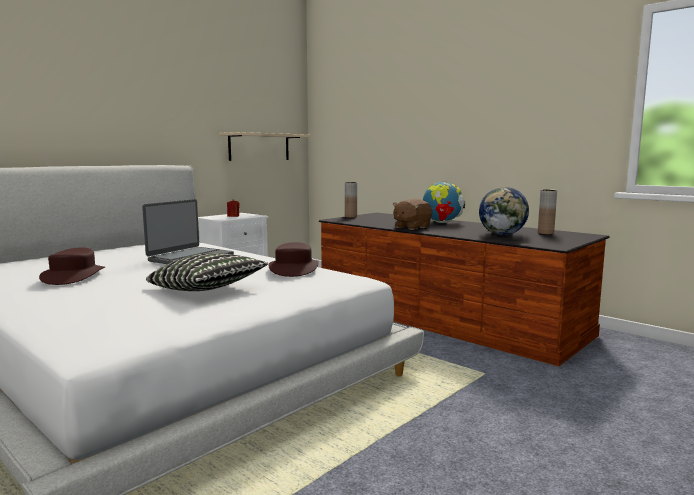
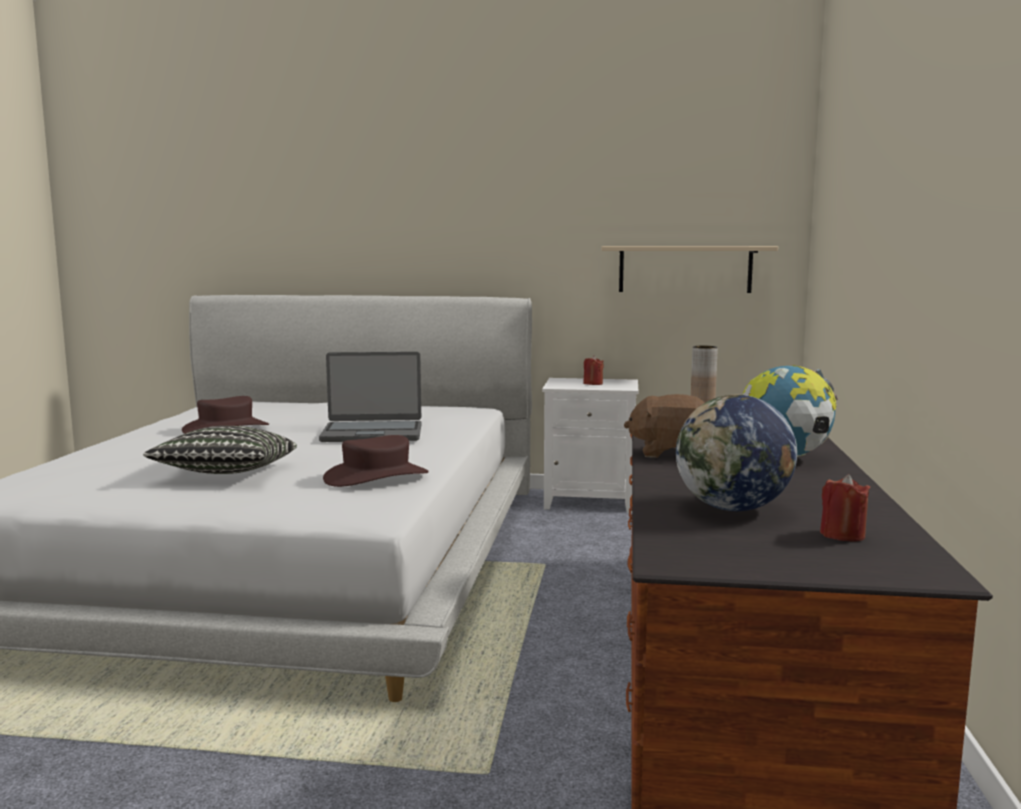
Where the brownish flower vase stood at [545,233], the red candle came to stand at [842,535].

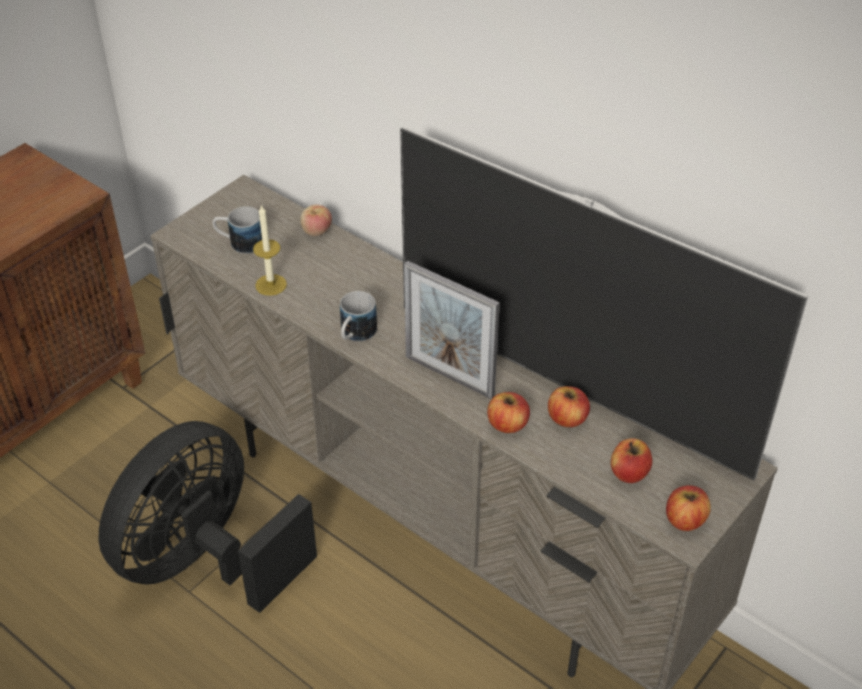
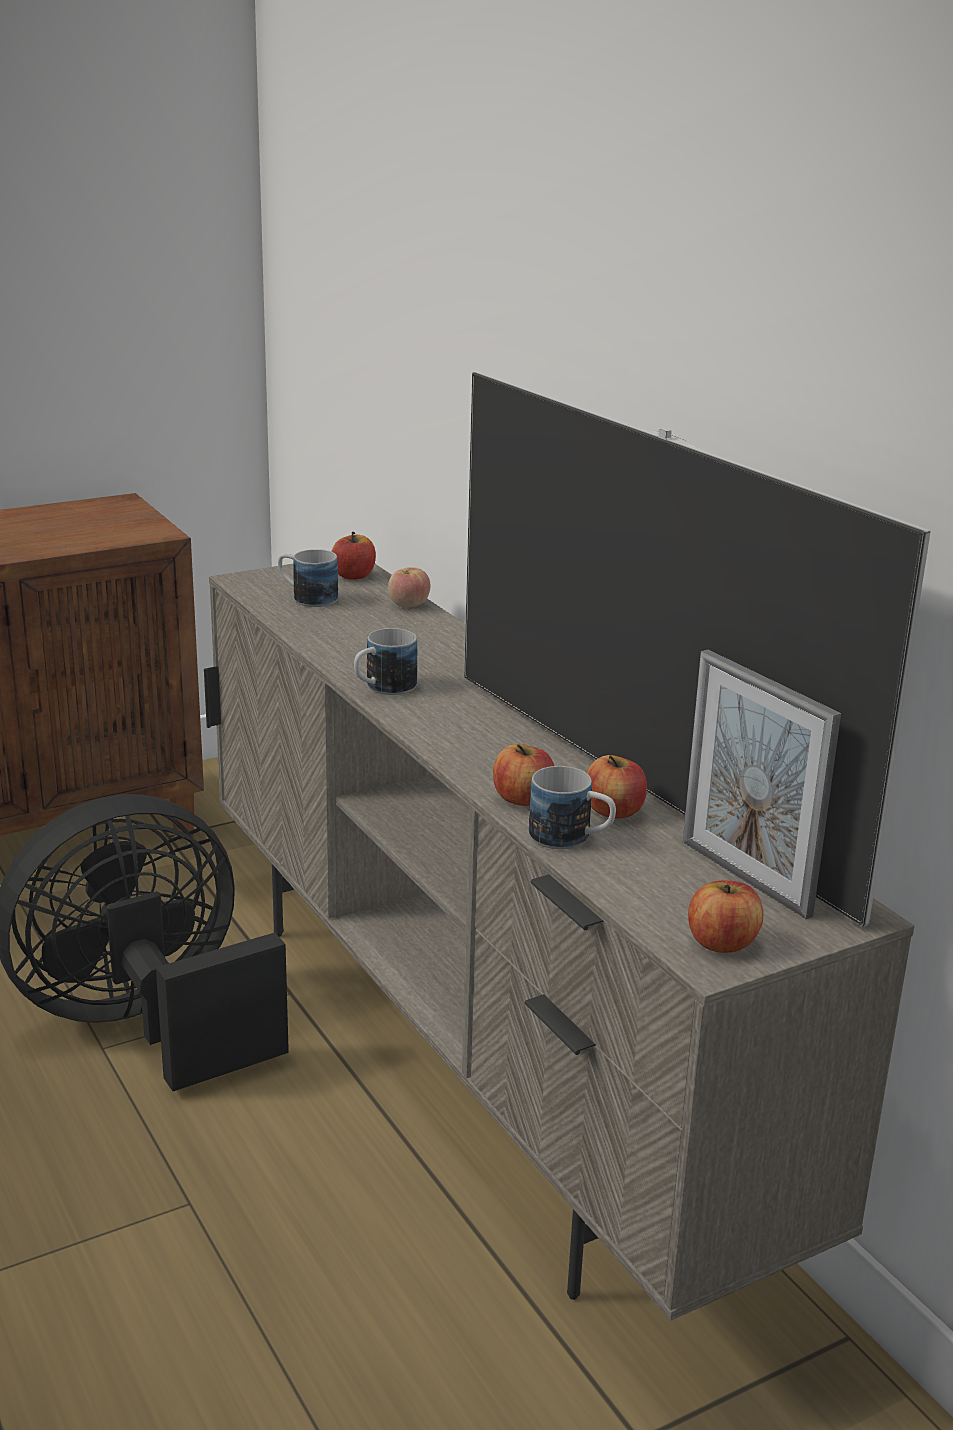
The second view lost the candle at [271,285].
The photo frame ended up elsewhere, having gone from [449,376] to [745,878].
The whole apple ended up elsewhere, having gone from [629,473] to [353,576].
The second view gained the tea mug at [571,839].

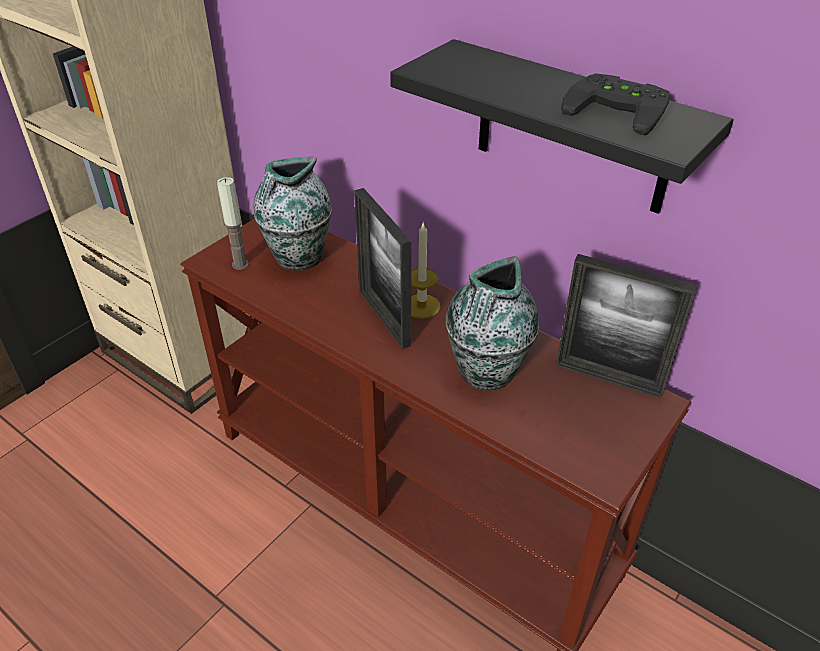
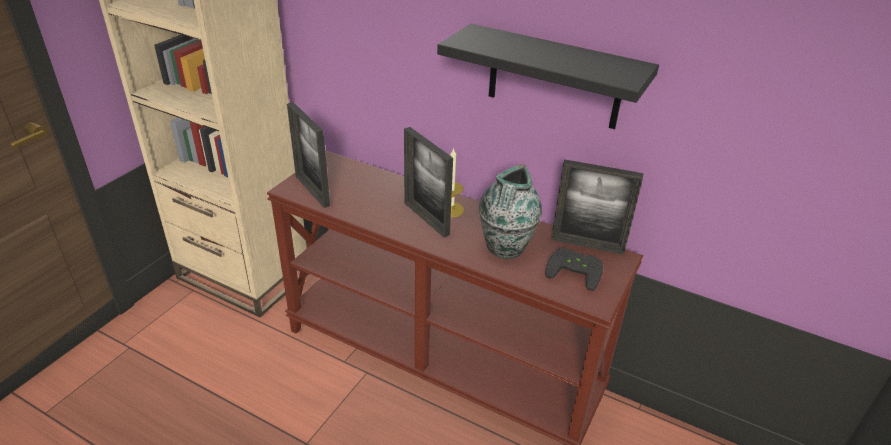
Where the candle stood at [240,264], the photo frame came to stand at [312,190].
The second view lost the flower vase at [298,258].
The blackish gamepad ended up elsewhere, having gone from [619,109] to [575,270].

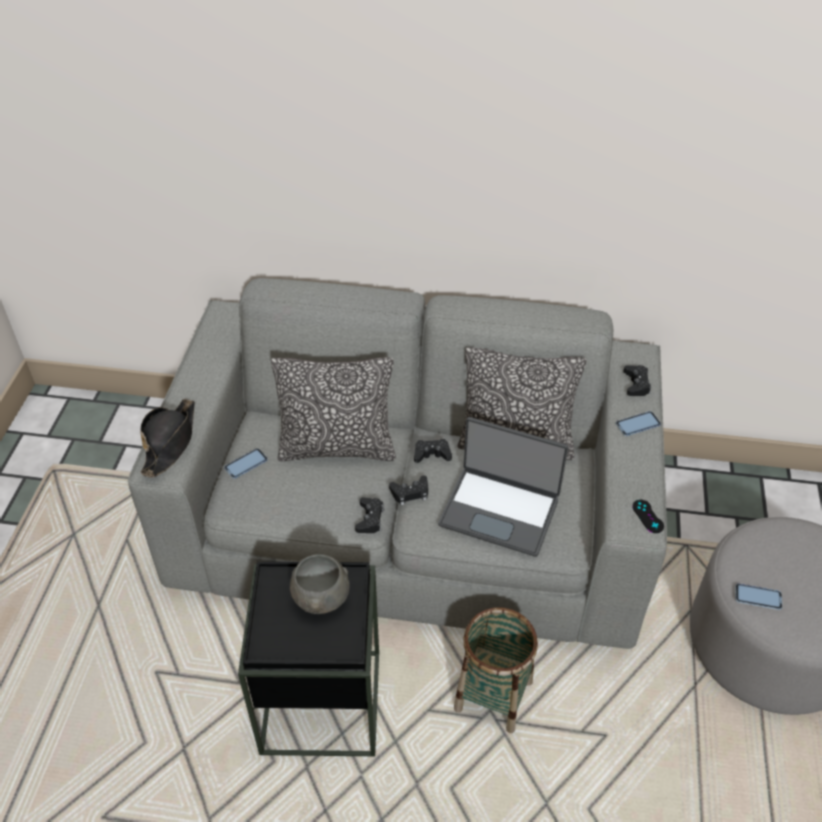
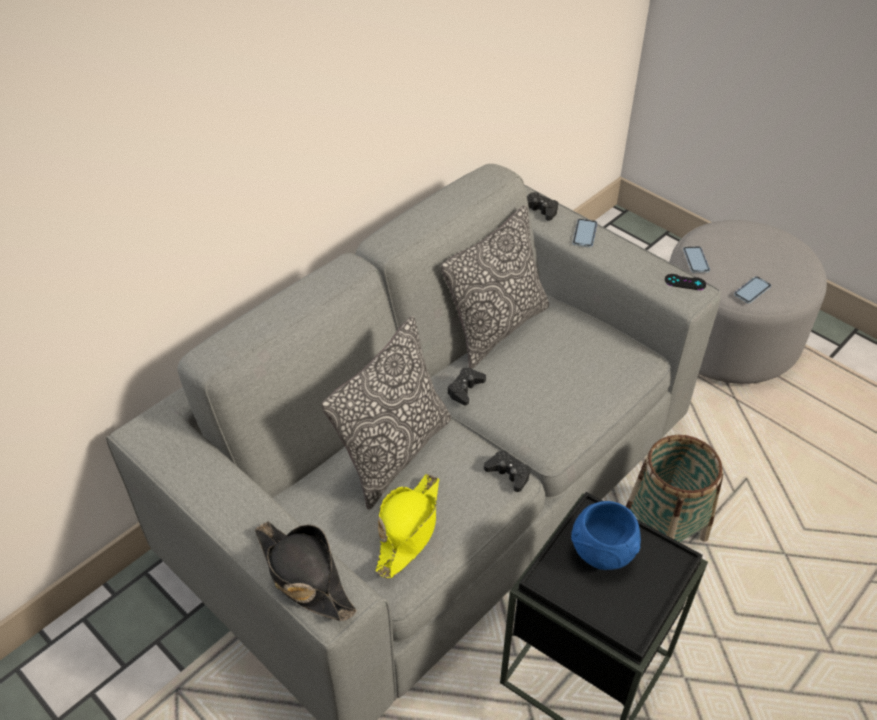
The handset ended up elsewhere, having gone from [246,464] to [695,260].
What was the gray deep dish at [321,600] turned into the bluish deep dish at [603,553].
The second view lost the blackish gamepad at [410,493].
The second view lost the notebook computer at [500,510].
The second view gained the yellowish clothing hat at [409,529].

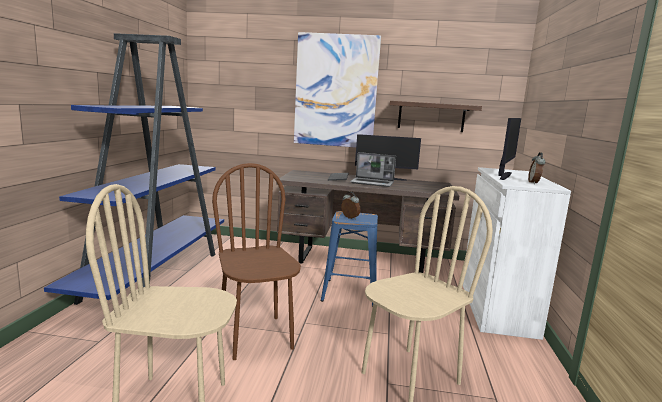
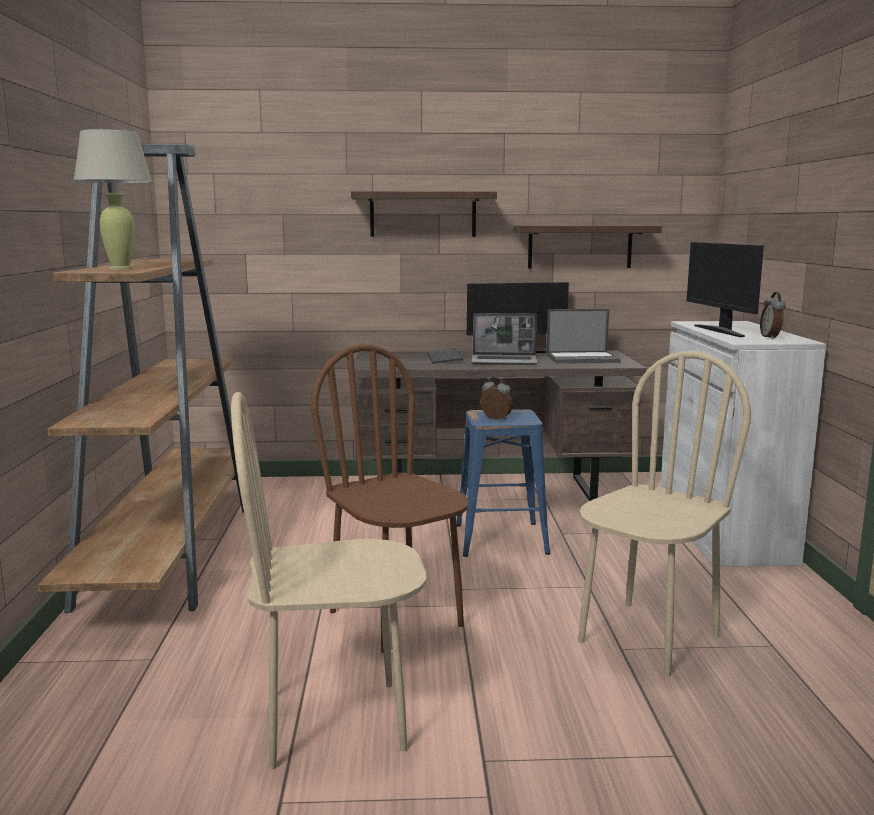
What was the bluish shelving unit at [156,274] turned into the brownish shelving unit at [171,552].
Where the picture hung at [336,91], the wall shelf came to hang at [423,215].
The computer screen at [503,176] ended up facing another way, 150 degrees clockwise from before.
The second view gained the beige-coloured lamp for a table at [121,268].
The second view gained the notebook computer at [583,358].

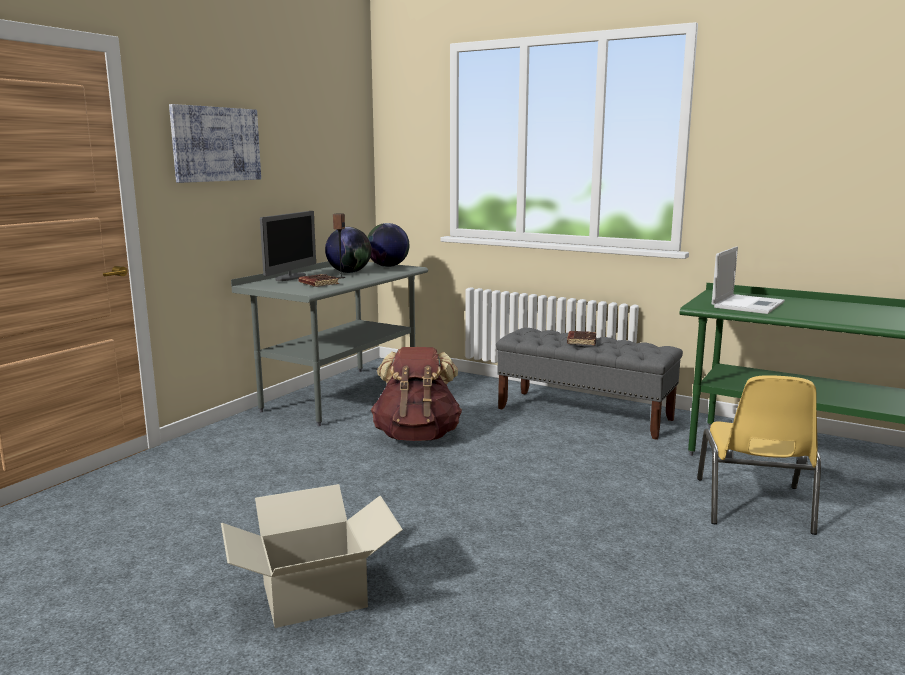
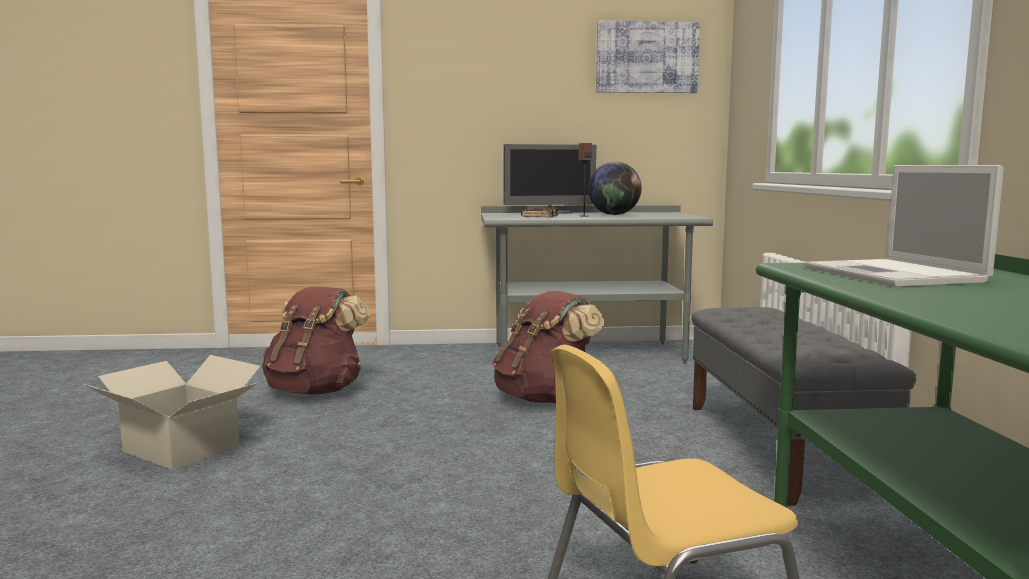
The picture ended up elsewhere, having gone from [216,144] to [647,57].
The second view lost the globe at [388,266].
The second view lost the brownish book at [580,341].
The notebook computer at [748,304] ended up facing another way, 75 degrees clockwise from before.
The second view gained the brownish backpack at [315,391].

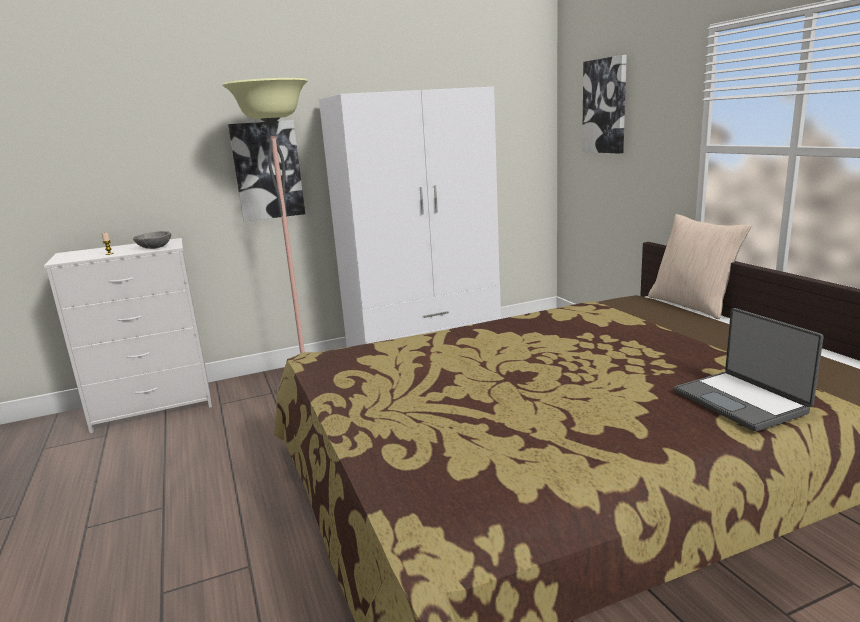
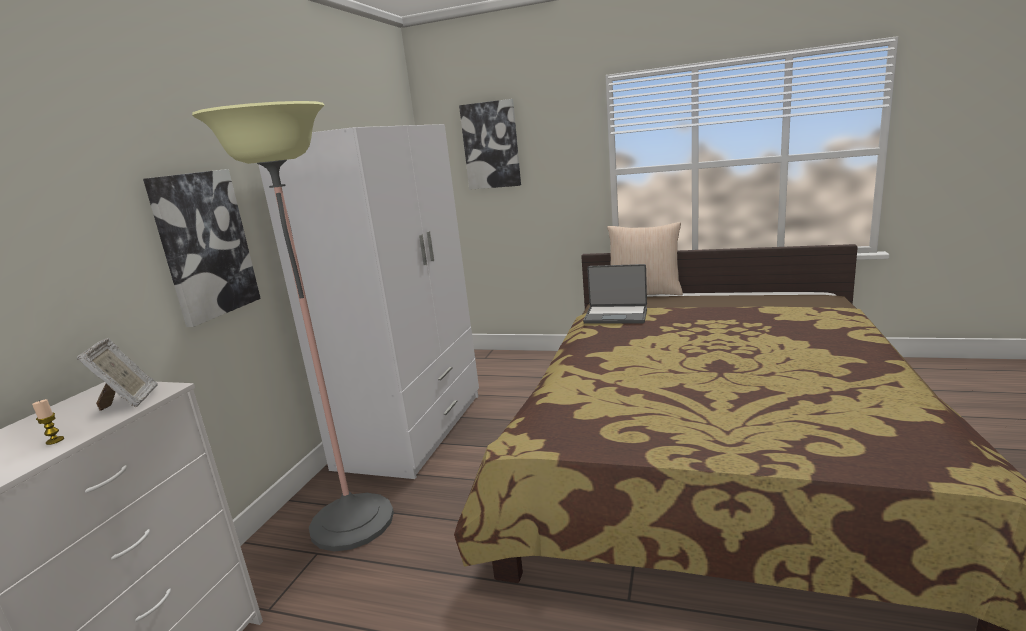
Where the gray deep dish stood at [155,247], the photo frame came to stand at [129,401].
The notebook computer ended up elsewhere, having gone from [741,401] to [616,315].

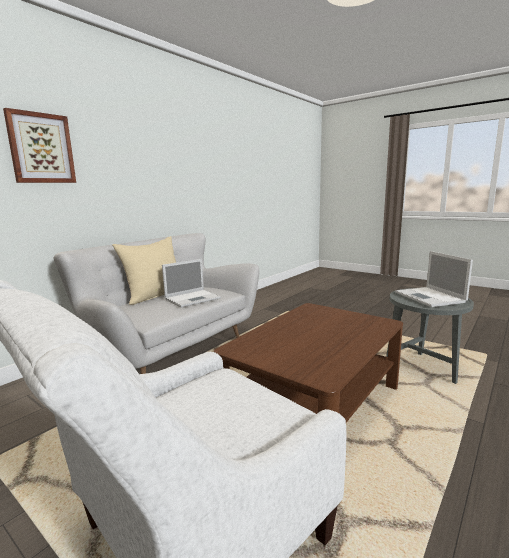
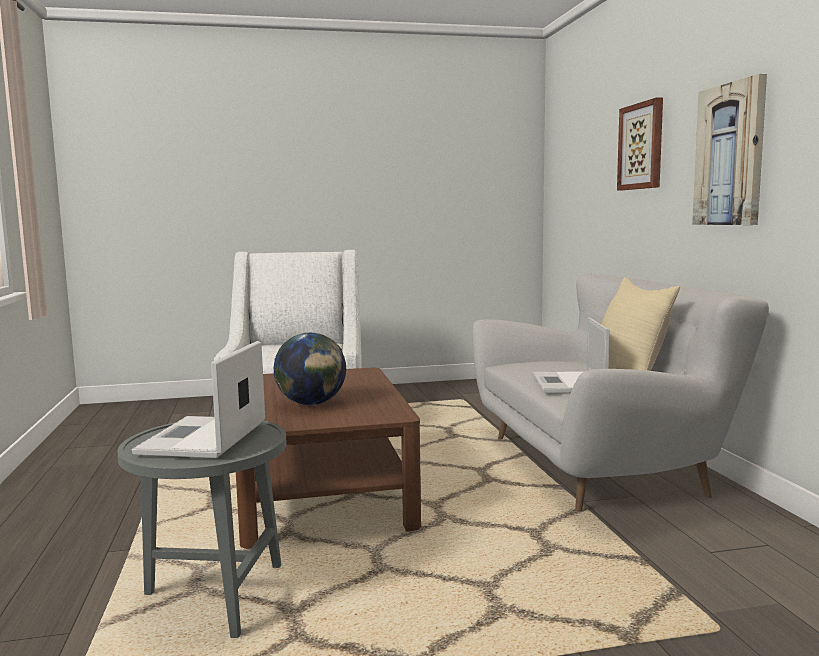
The notebook computer at [430,297] ended up facing another way, 105 degrees counterclockwise from before.
The second view gained the globe at [311,404].
The second view gained the picture at [730,155].

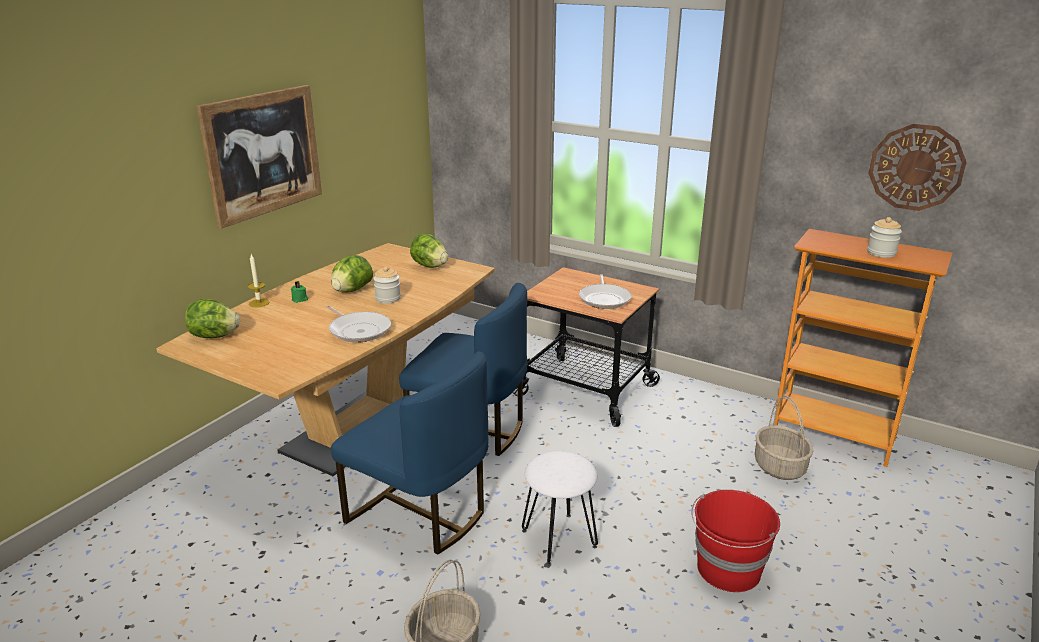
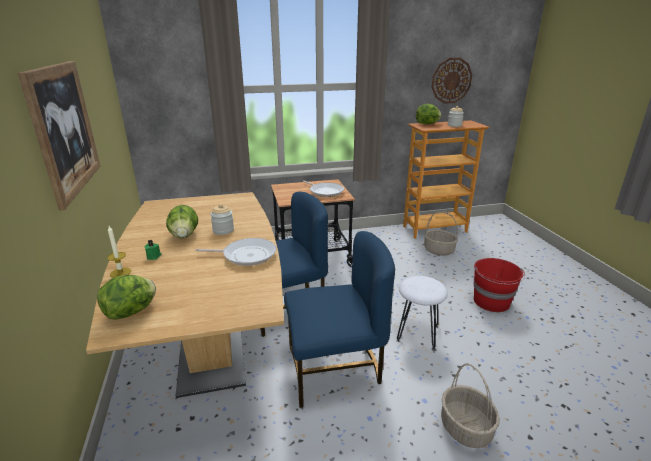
The lettuce head ended up elsewhere, having gone from [429,266] to [427,124].

